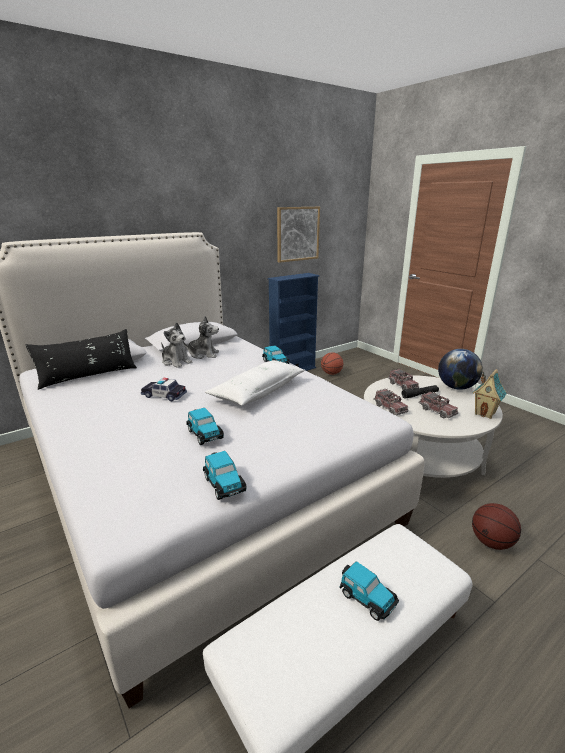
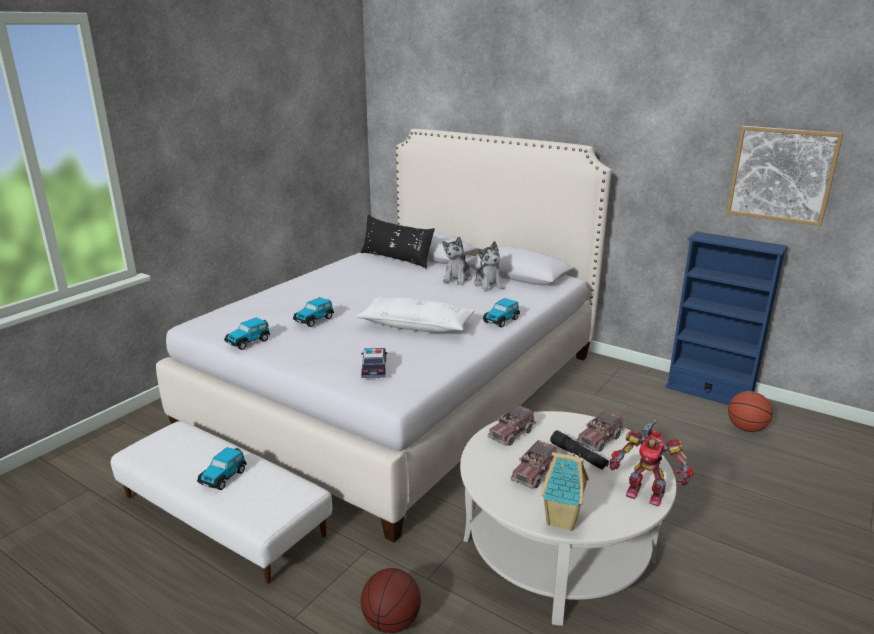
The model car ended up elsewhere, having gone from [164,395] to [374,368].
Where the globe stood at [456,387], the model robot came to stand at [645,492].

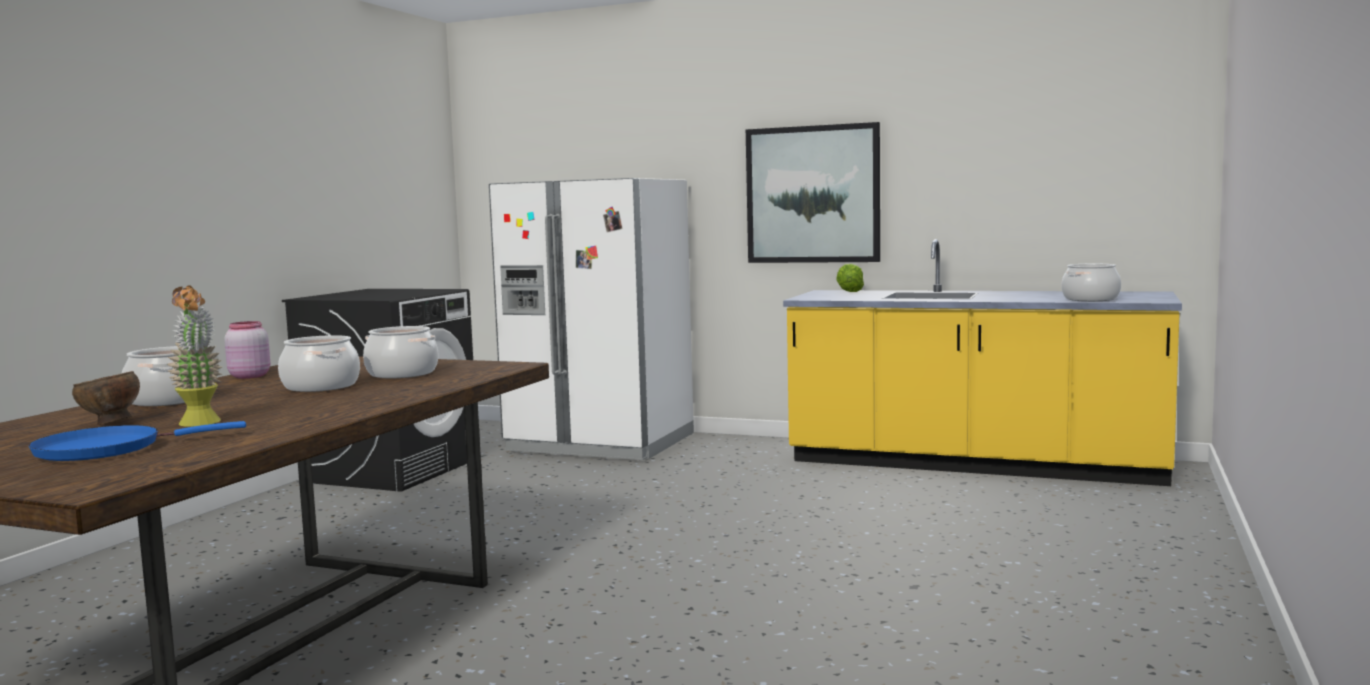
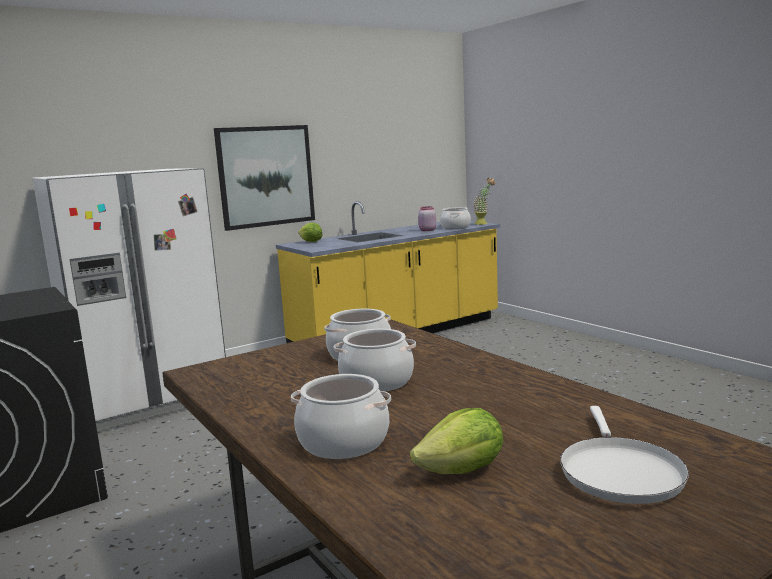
What was the bluish skillet at [107,449] turned into the whitish skillet at [618,472].
Where the brownish deep dish stood at [110,424], the lettuce head came to stand at [463,471].
The houseplant ended up elsewhere, having gone from [200,424] to [484,223].
The pink storage jar ended up elsewhere, having gone from [249,376] to [427,230].

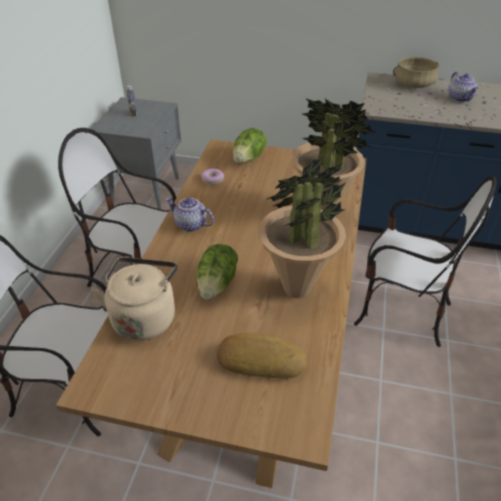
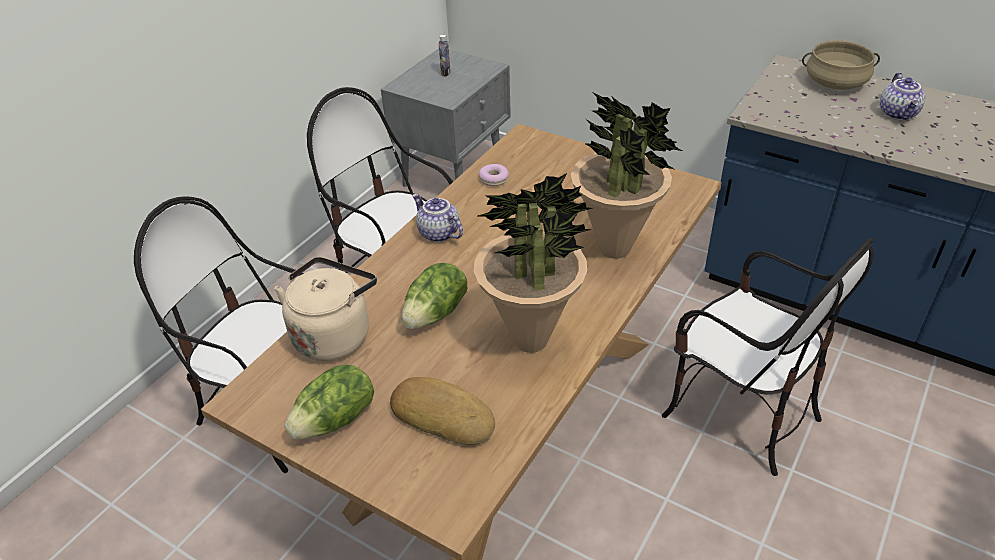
The lettuce head ended up elsewhere, having gone from [249,158] to [336,420].

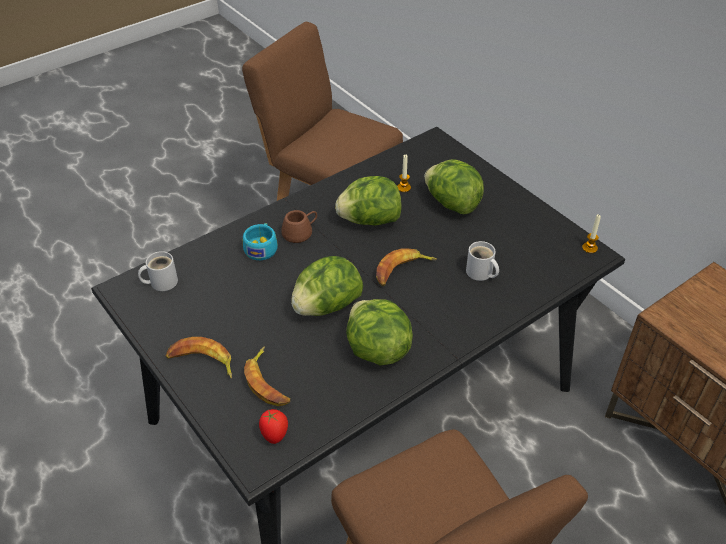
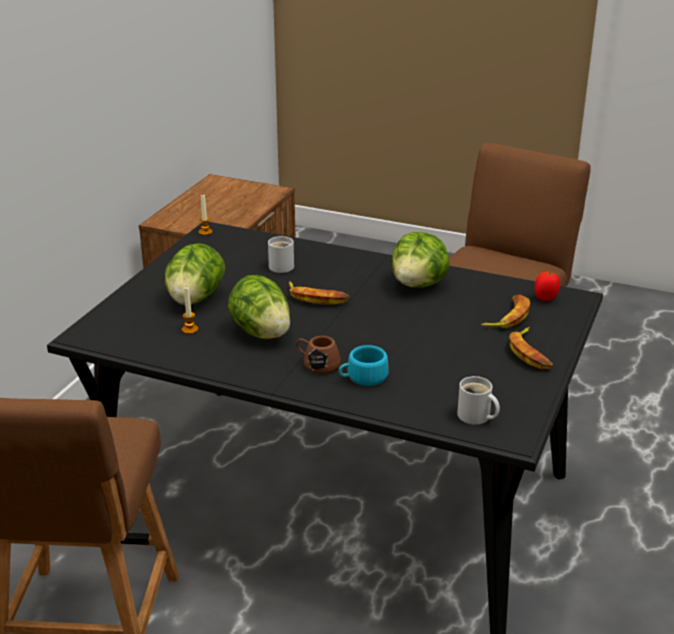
The second view lost the lettuce head at [327,306].

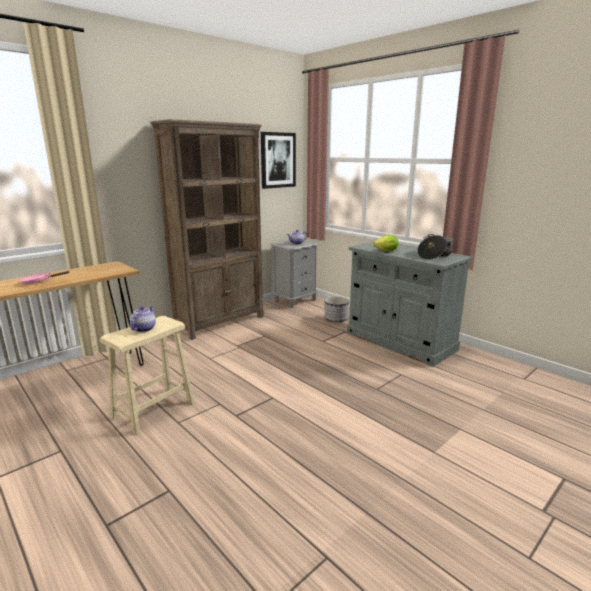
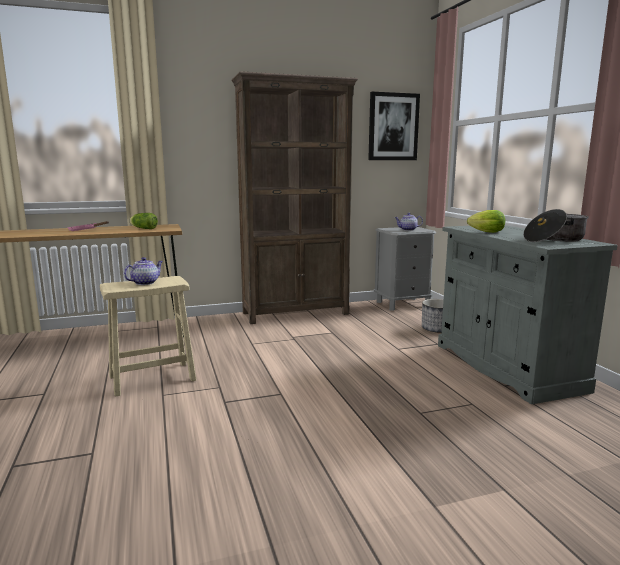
The second view gained the lettuce head at [143,228].

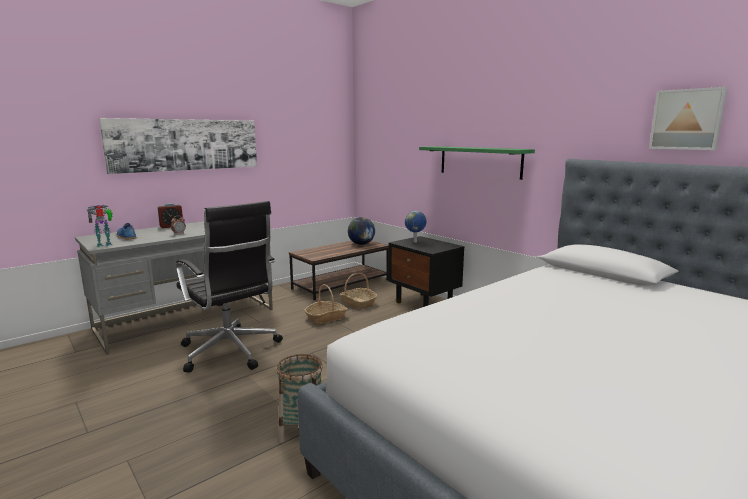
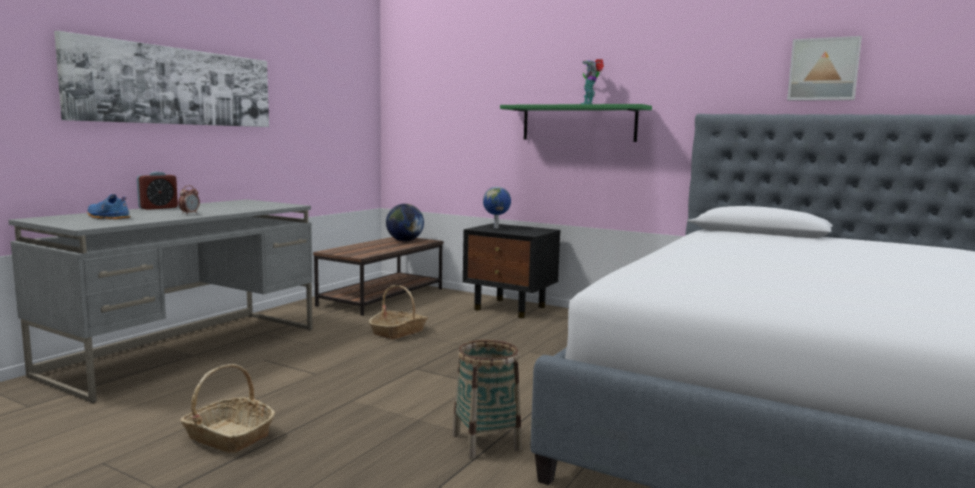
The model robot ended up elsewhere, having gone from [105,245] to [589,105].
The second view lost the blackish office chair at [231,352].
The storage basket ended up elsewhere, having gone from [358,303] to [228,436].

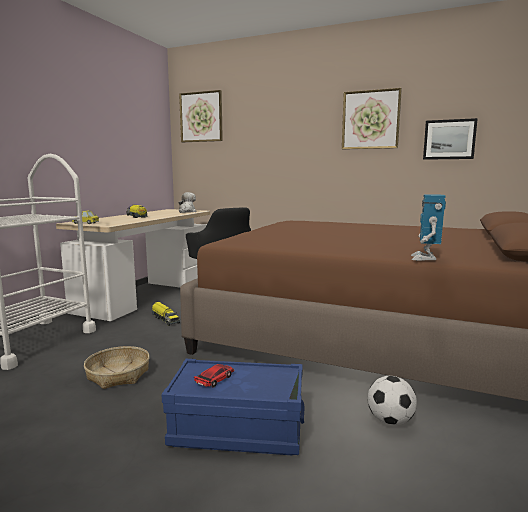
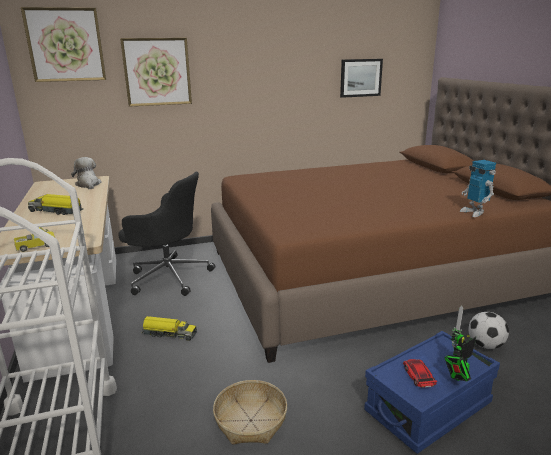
The picture ended up elsewhere, having gone from [370,120] to [157,72].
The second view gained the model robot at [457,376].

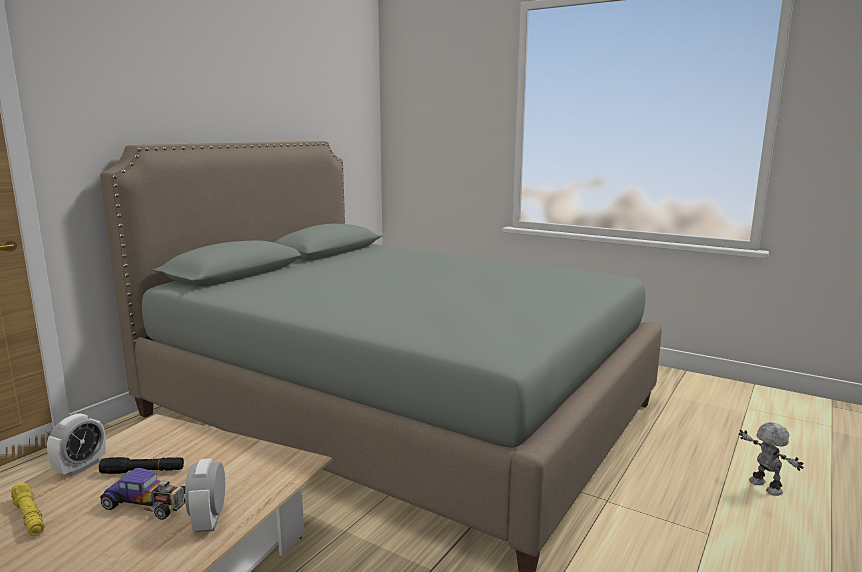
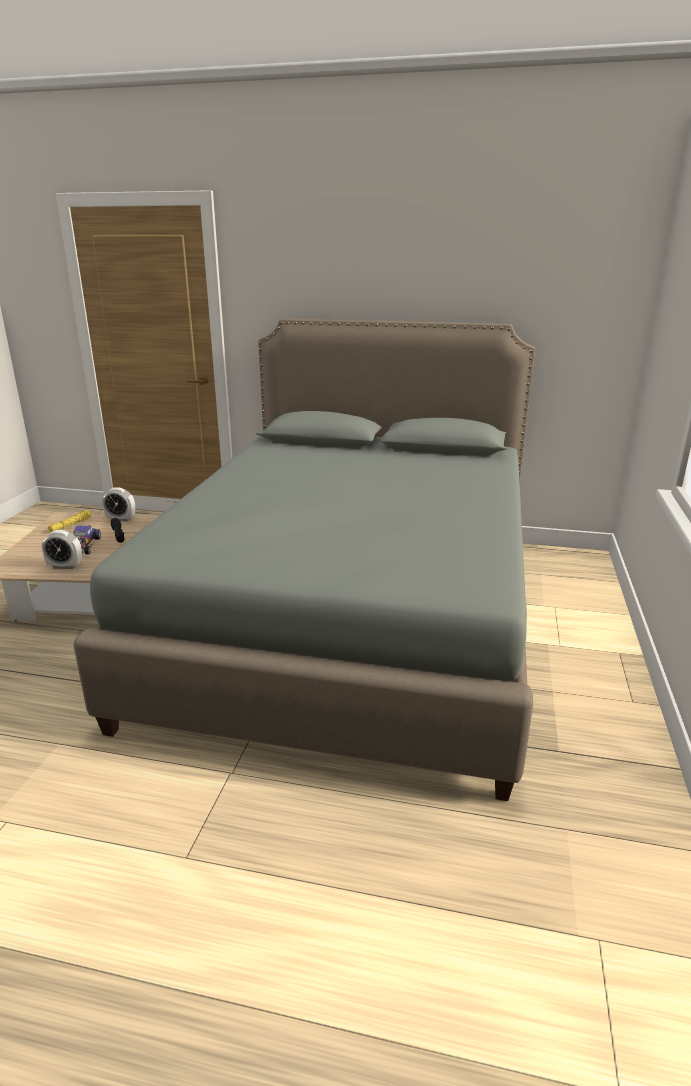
The bedside clock at [209,520] ended up facing another way, 150 degrees counterclockwise from before.
The second view lost the model robot at [764,487].

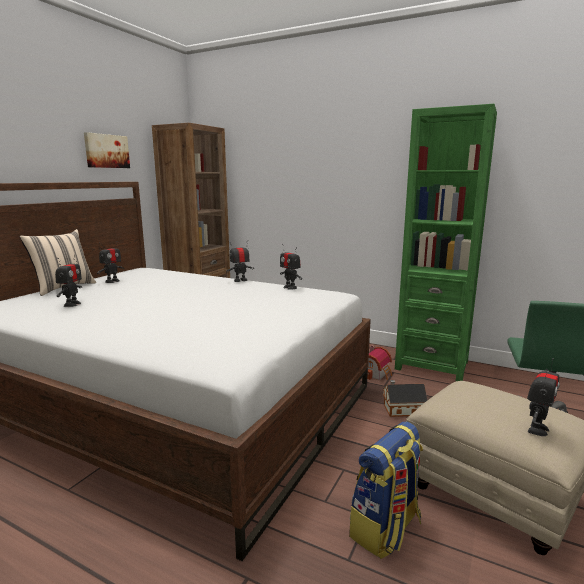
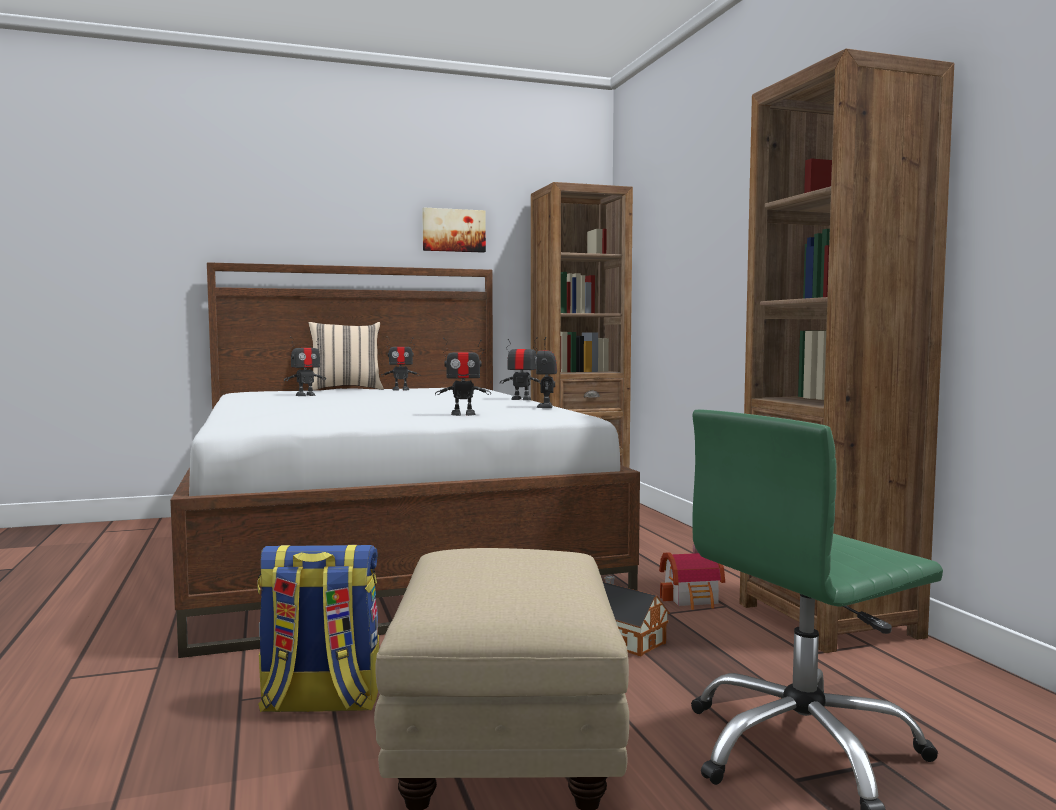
What was the green shelving unit at [432,365] turned into the brownish shelving unit at [828,620].
The model robot ended up elsewhere, having gone from [537,429] to [463,414].

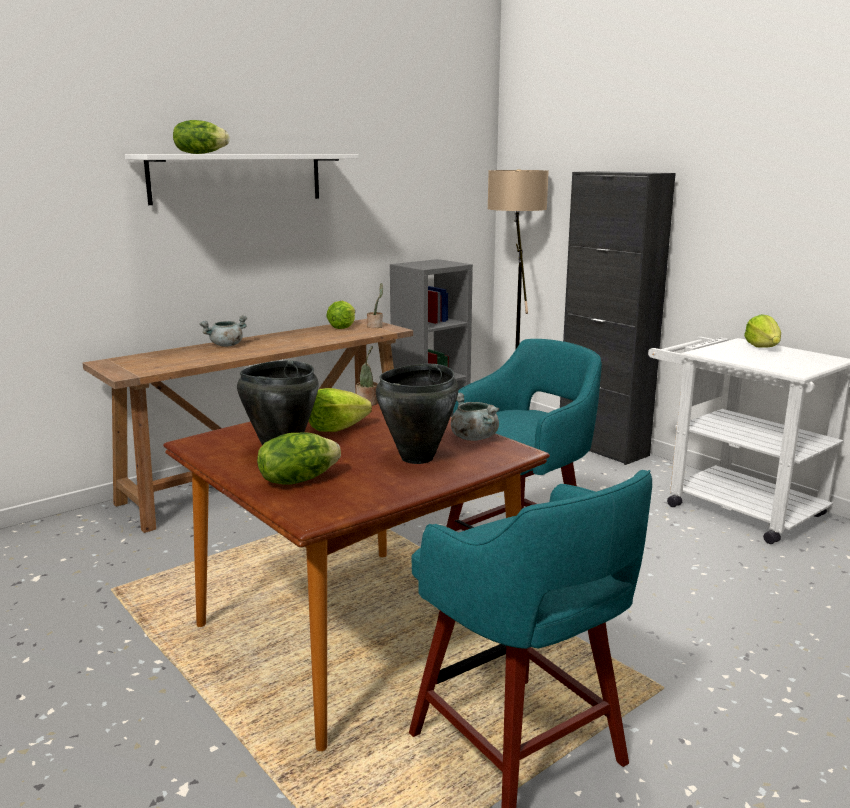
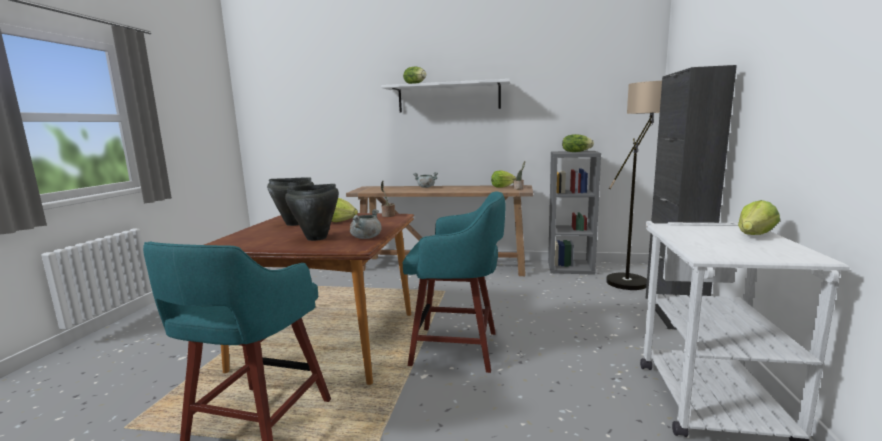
The lettuce head ended up elsewhere, having gone from [297,480] to [576,152].

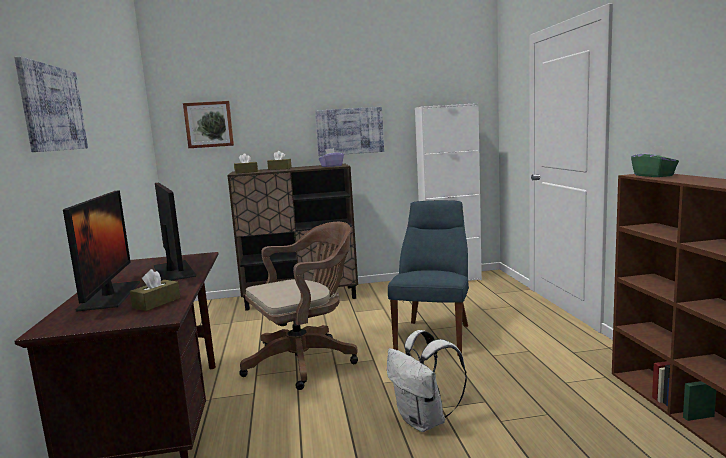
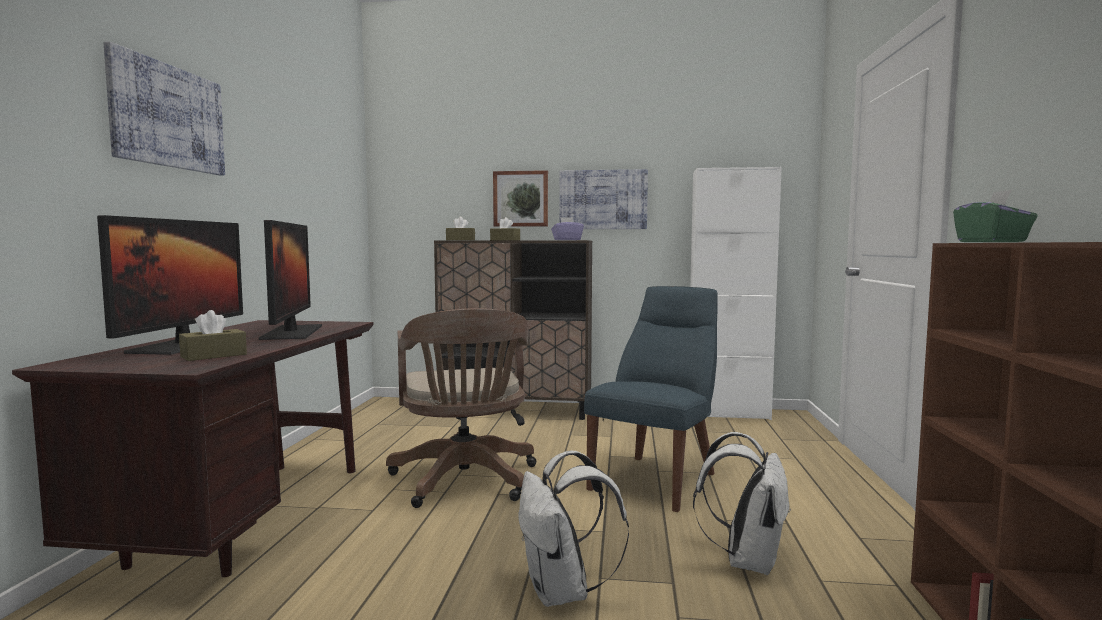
The picture ended up elsewhere, having gone from [209,124] to [521,199].
The brownish office chair at [305,360] ended up facing another way, 90 degrees clockwise from before.
The second view gained the whitish backpack at [746,560].

